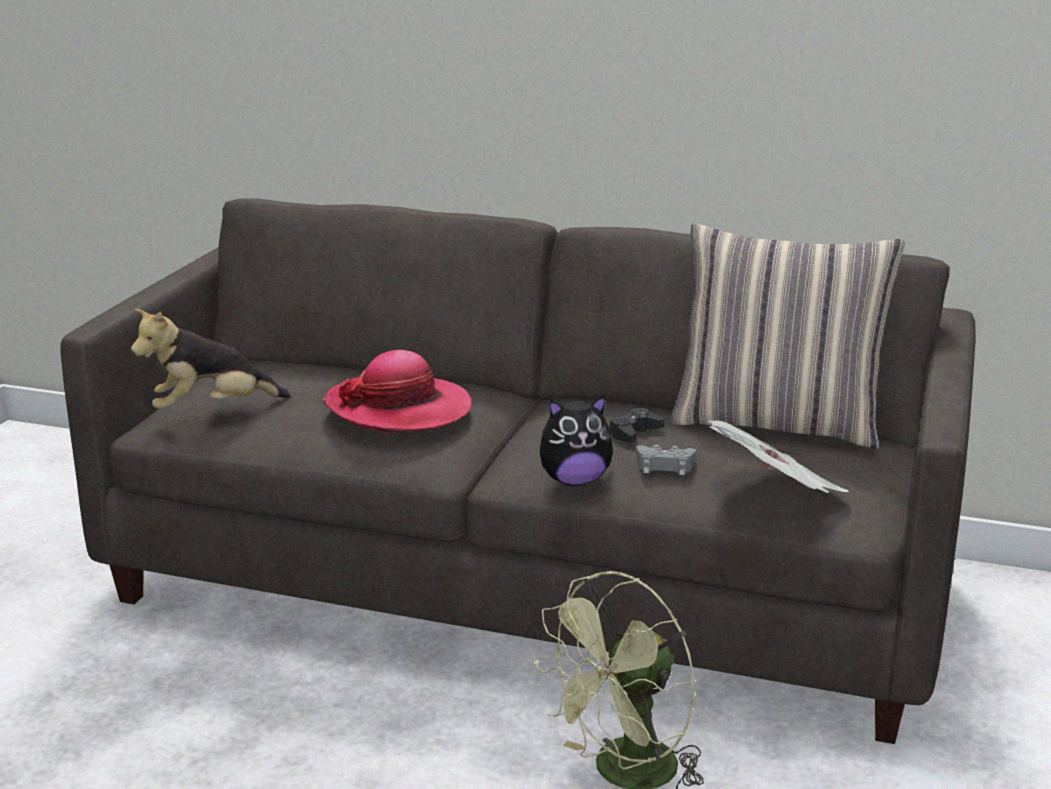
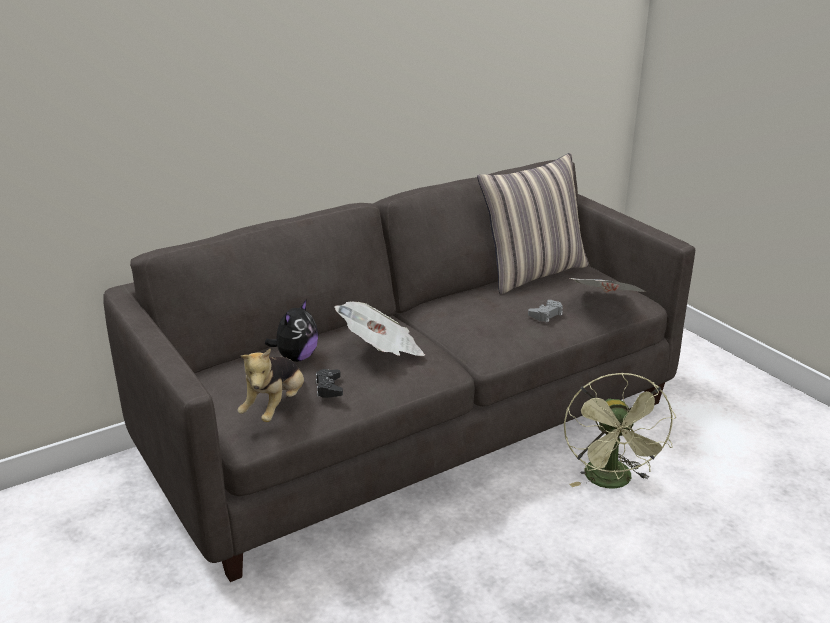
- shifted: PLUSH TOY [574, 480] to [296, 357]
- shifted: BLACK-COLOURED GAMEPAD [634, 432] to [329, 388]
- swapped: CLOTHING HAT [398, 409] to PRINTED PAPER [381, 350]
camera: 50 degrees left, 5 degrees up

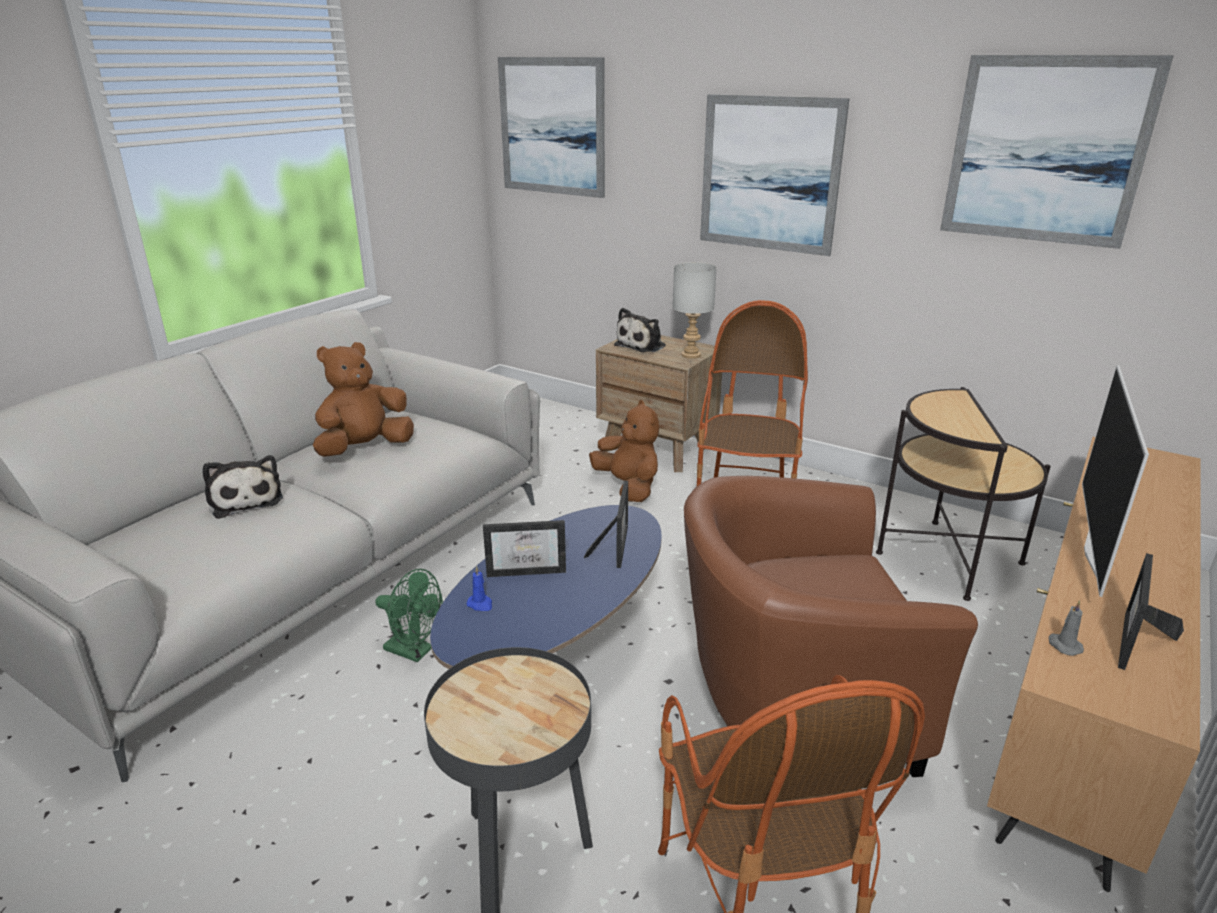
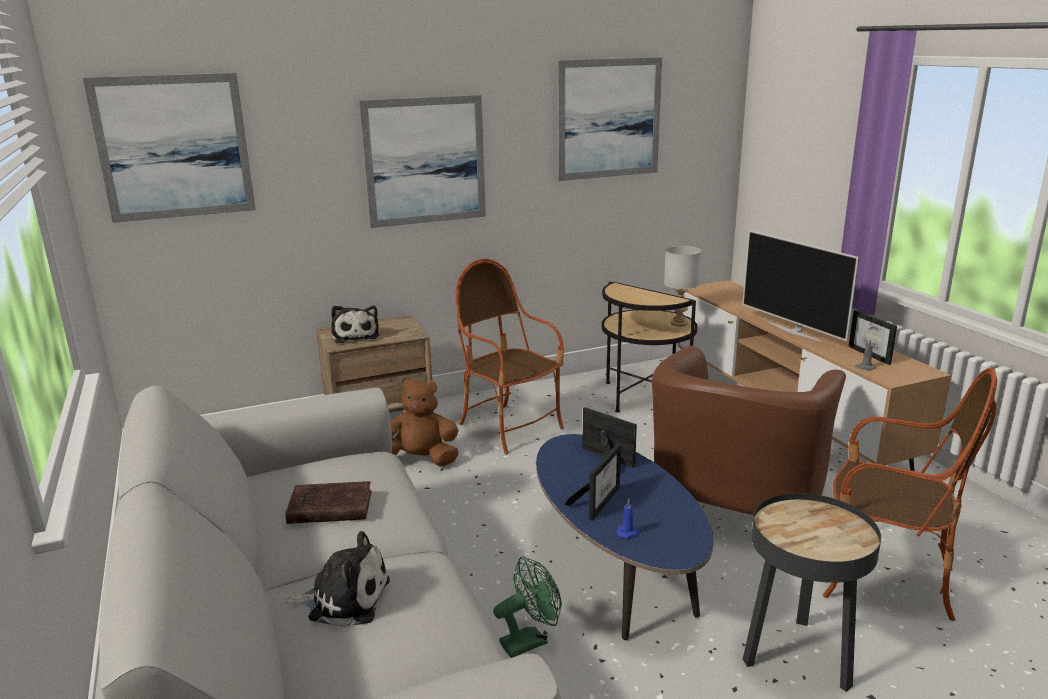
- swapped: BROWN-COLOURED PLUSH TOY [365, 448] to BROWN-COLOURED BOOK [328, 508]
- shifted: GRAY LAMP FOR A TABLE [691, 355] to [680, 323]
camera: 55 degrees left, 5 degrees down

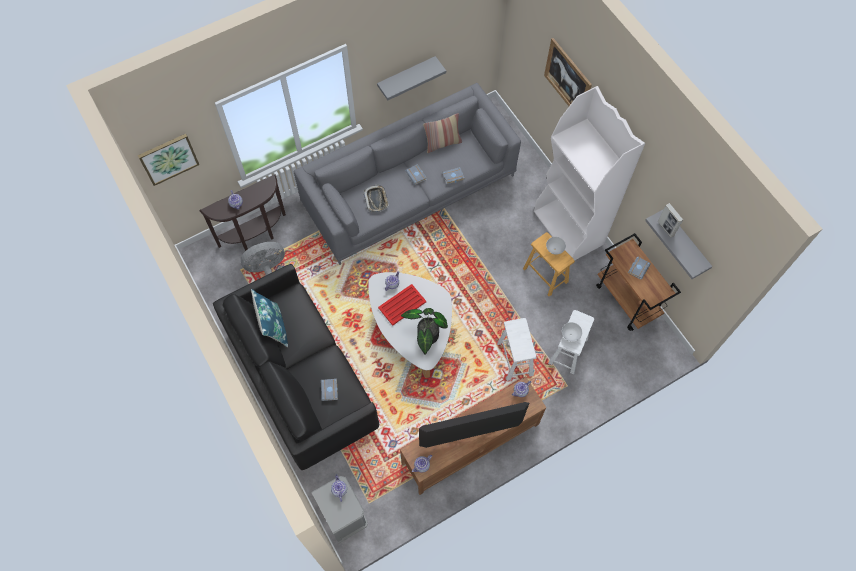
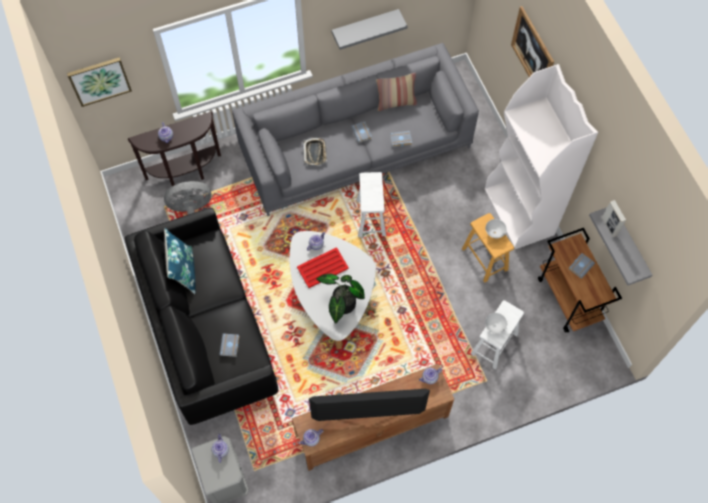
- shifted: WHITE STOOL SEAT [515, 359] to [371, 217]
camera: 10 degrees right, 0 degrees up

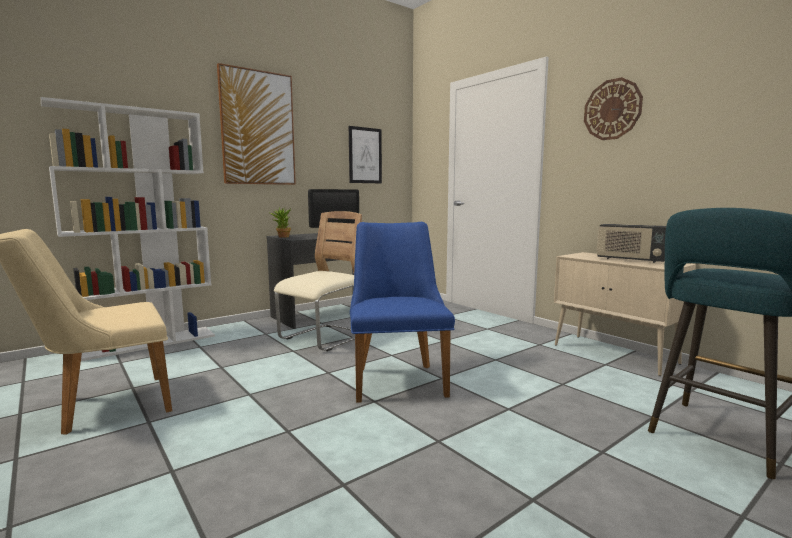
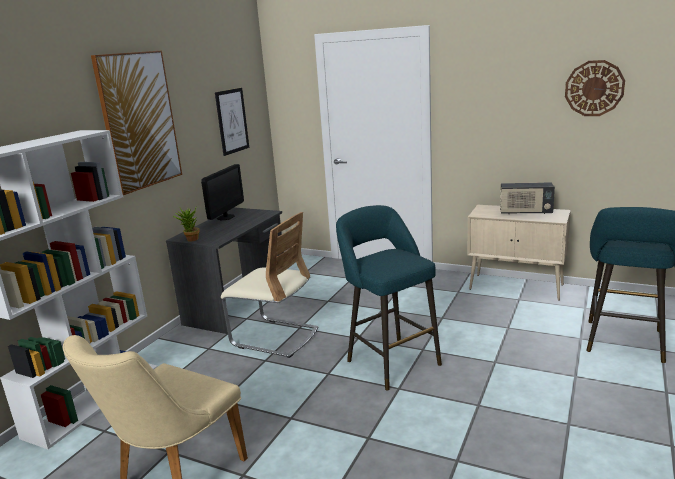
- rotated: BEIGE-COLOURED CHAIR [323, 338] = [274, 337] 105 degrees clockwise
- swapped: BLUE CHAIR [397, 378] to TURQUOISE STOOL SEAT [390, 360]
- shifted: WALL CLOCK [612, 109] to [594, 88]
camera: 25 degrees left, 10 degrees up

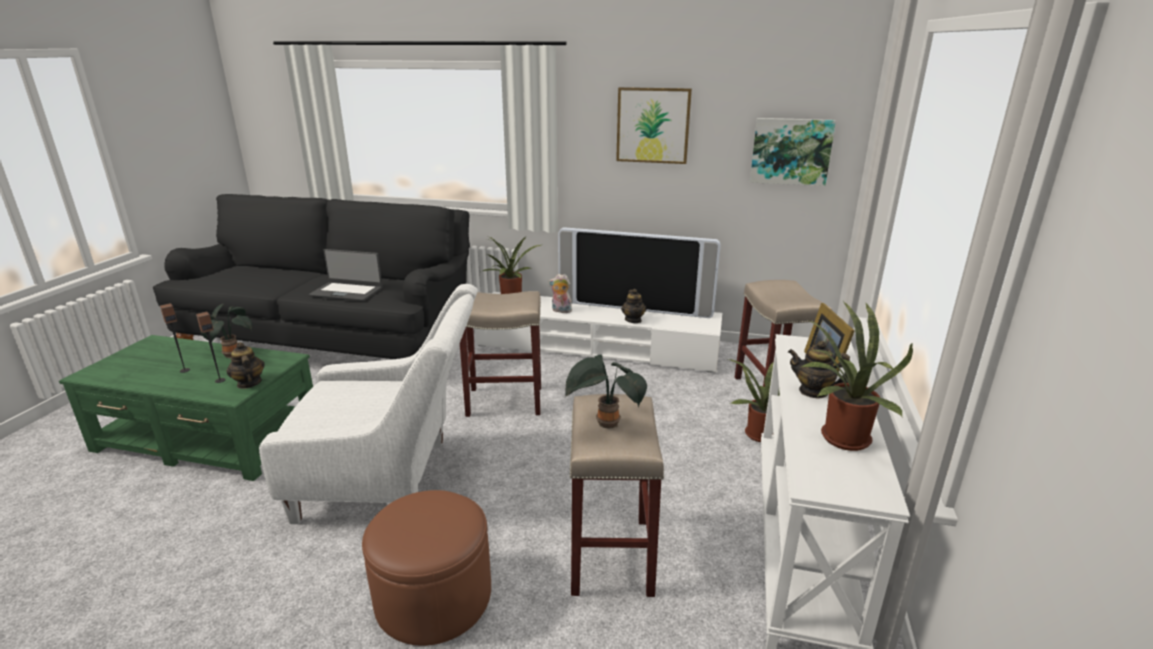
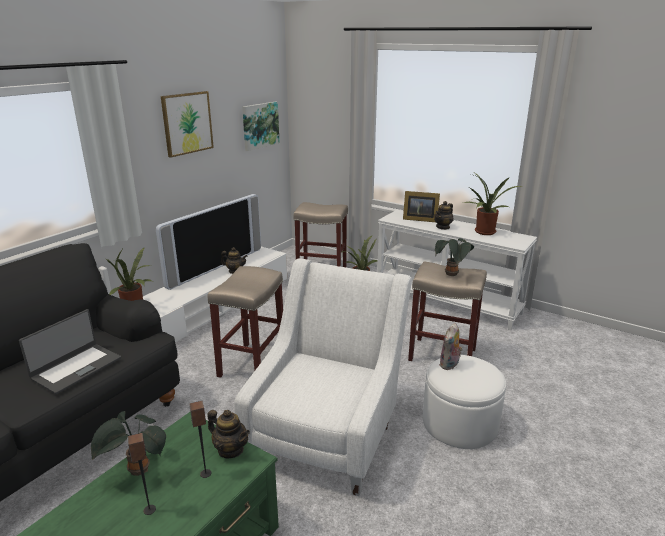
- rotated: TEAPOT [249, 383] = [230, 450] 135 degrees counterclockwise
- repainted: BROWN-COLOURED OTTOMAN [433, 597] to WHITE OTTOMAN [460, 423]
- shifted: PLUSH TOY [560, 311] to [450, 365]
camera: 70 degrees left, 0 degrees up

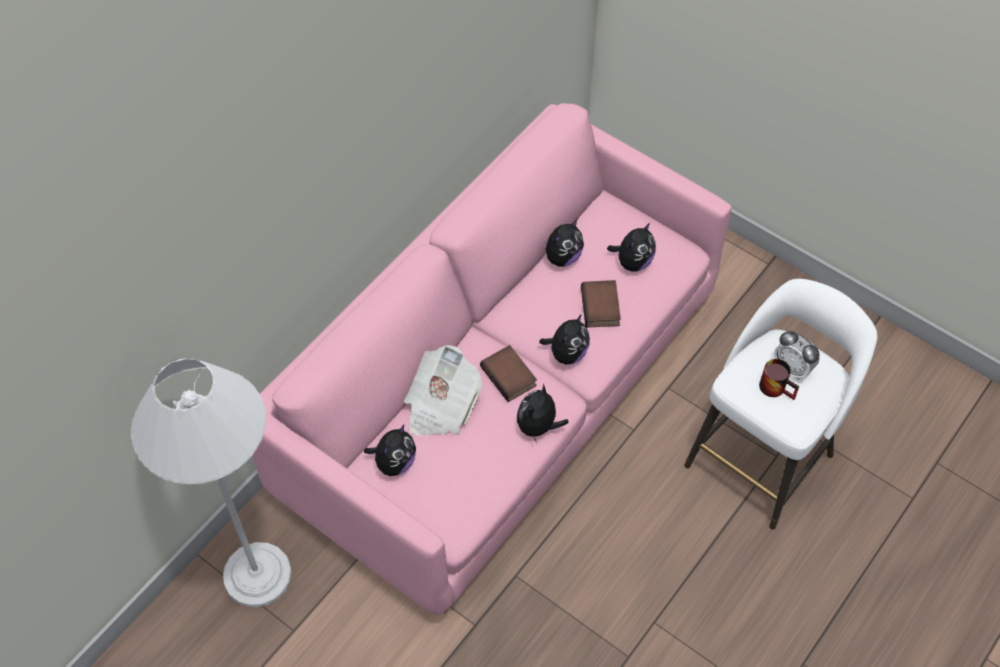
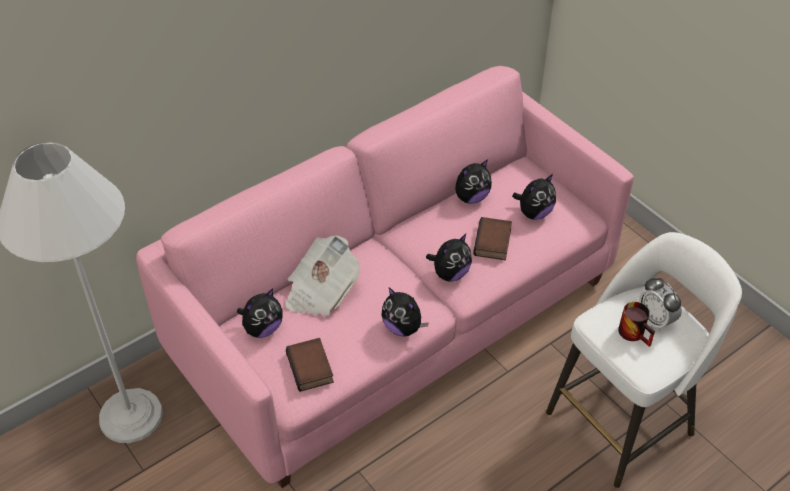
- shifted: BOOK [510, 376] to [311, 368]
- rotated: PLUSH TOY [538, 427] = [403, 327] 90 degrees counterclockwise
camera: 15 degrees right, 10 degrees down

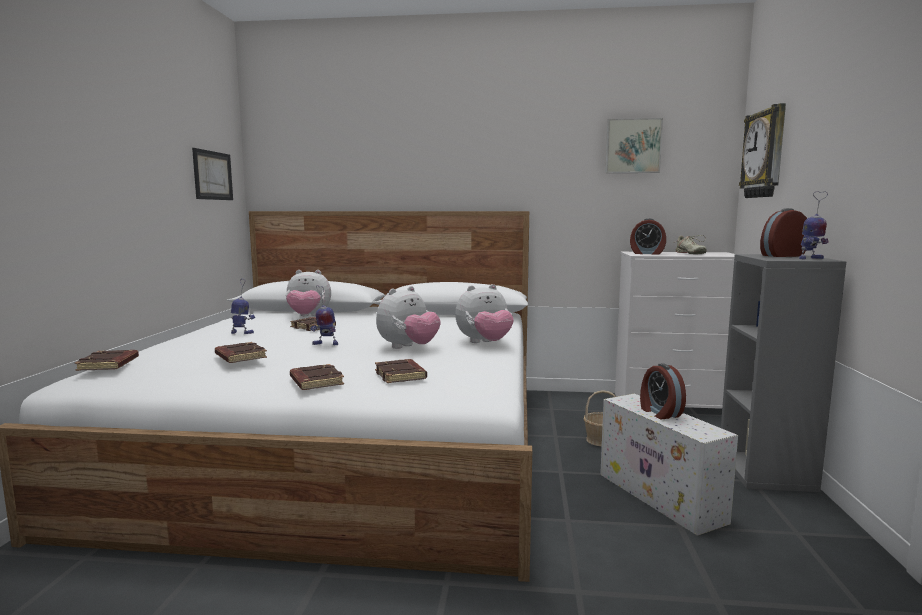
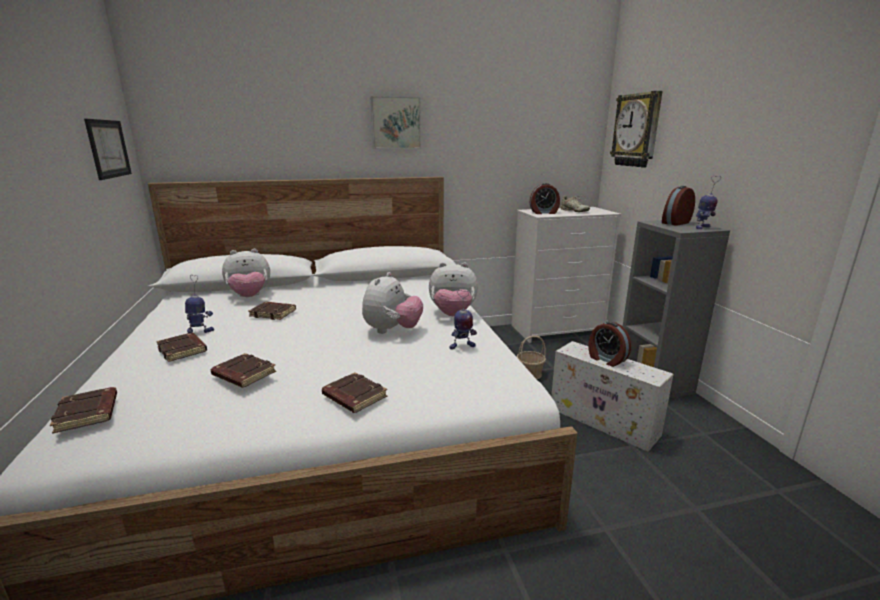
- shifted: BROWN-COLOURED BOOK [401, 375] to [183, 350]
- shifted: PICTURE [632, 146] to [395, 123]
- rotated: PLUSH TOY [484, 343] = [452, 315] 45 degrees clockwise
- shifted: ROBOT FIGURE [325, 344] to [461, 346]
camera: 20 degrees left, 10 degrees up

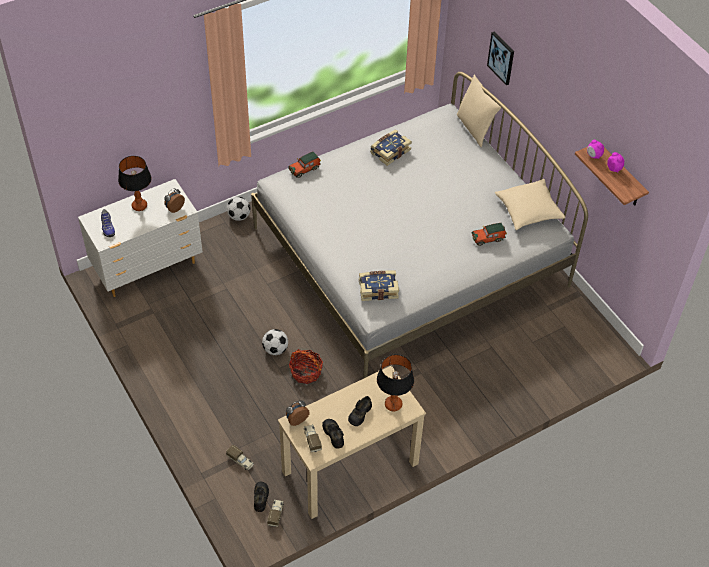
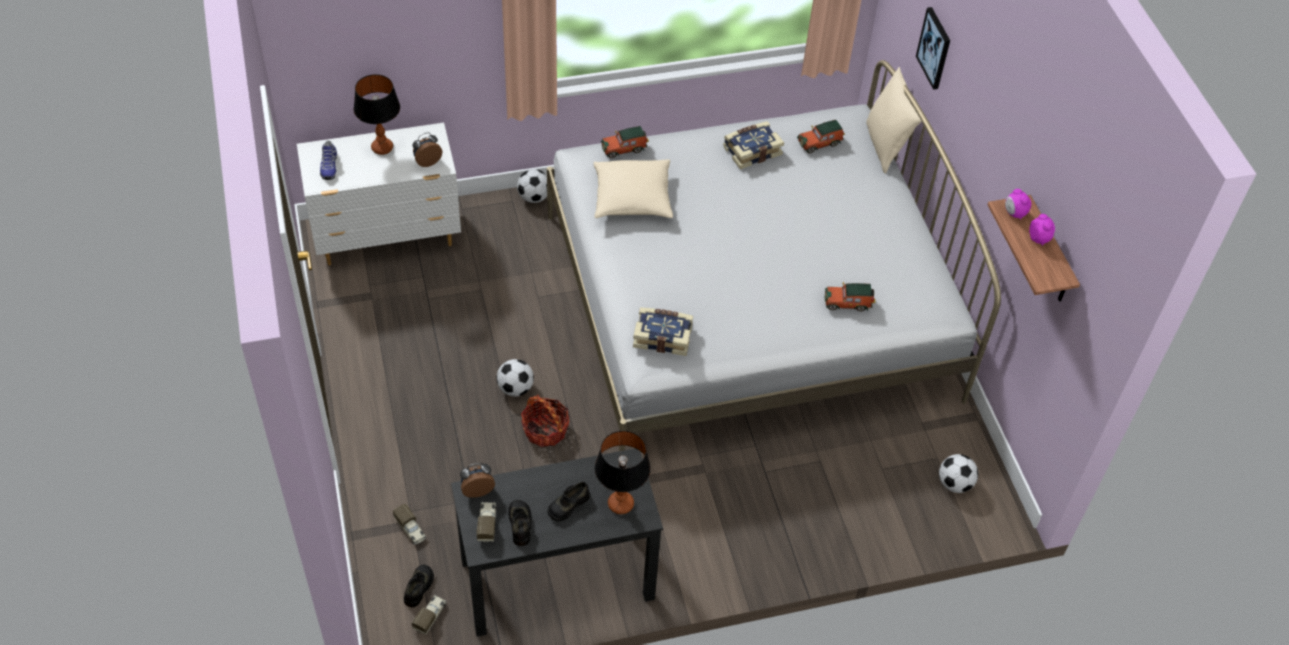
- repainted: BEIGE-COLOURED DESK TABLE [349, 468] to BLACK-COLOURED DESK TABLE [556, 579]
- shifted: BEIGE-COLOURED CUSHION [528, 211] to [632, 198]
- new: MODEL CAR [820, 142]
- new: FOOTBALL [954, 483]
camera: 15 degrees right, 0 degrees up

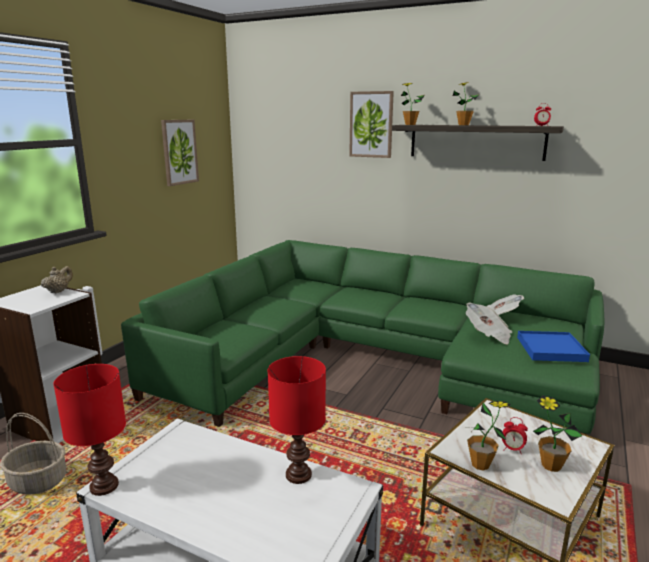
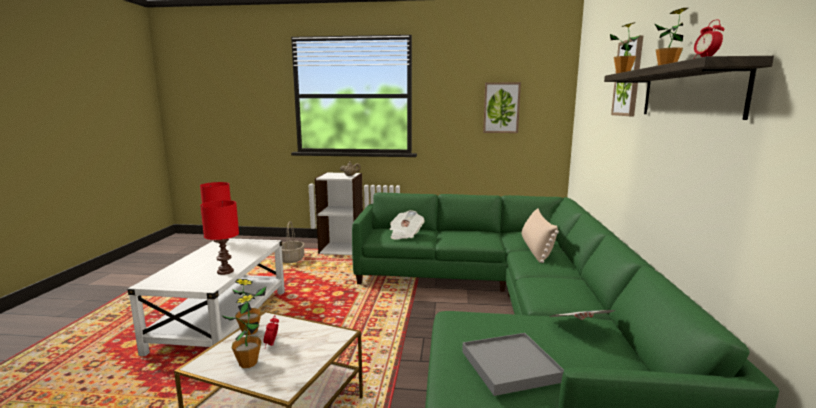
- shifted: PRINTED PAPER [488, 335] to [405, 235]
- repainted: BLUE TRAY [551, 349] to GRAY TRAY [510, 366]
- new: BEIGE-COLOURED CUSHION [536, 249]
camera: 70 degrees right, 5 degrees down

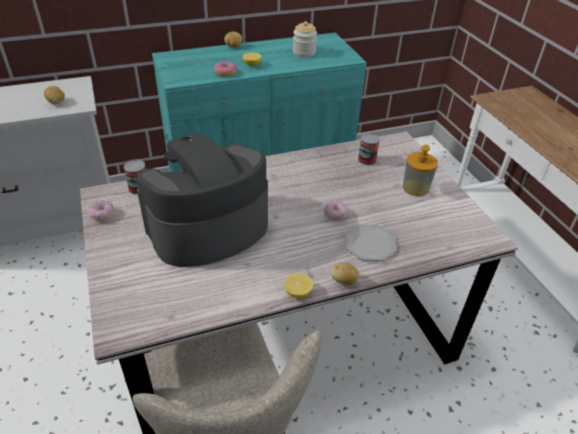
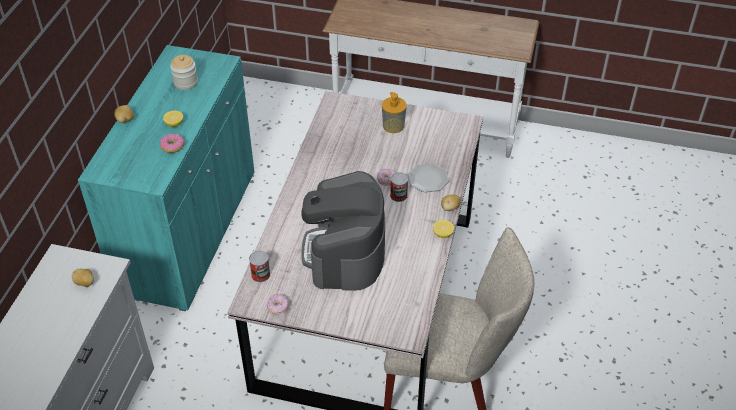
- shifted: CAN [367, 160] to [398, 195]
camera: 55 degrees left, 5 degrees up

